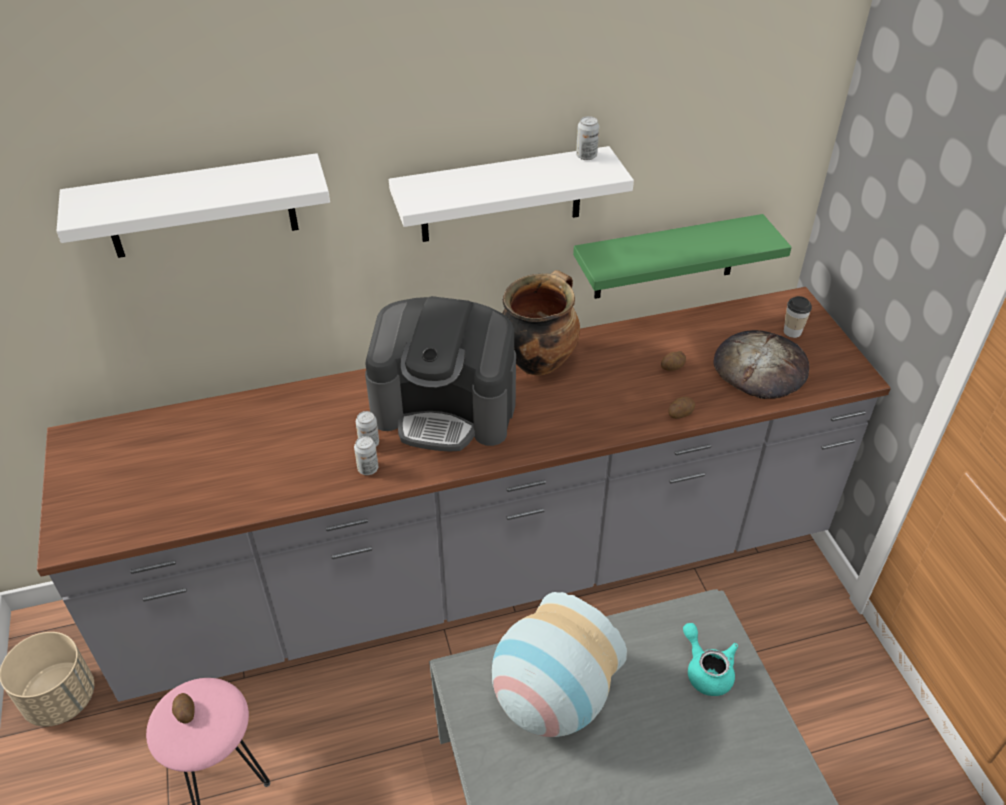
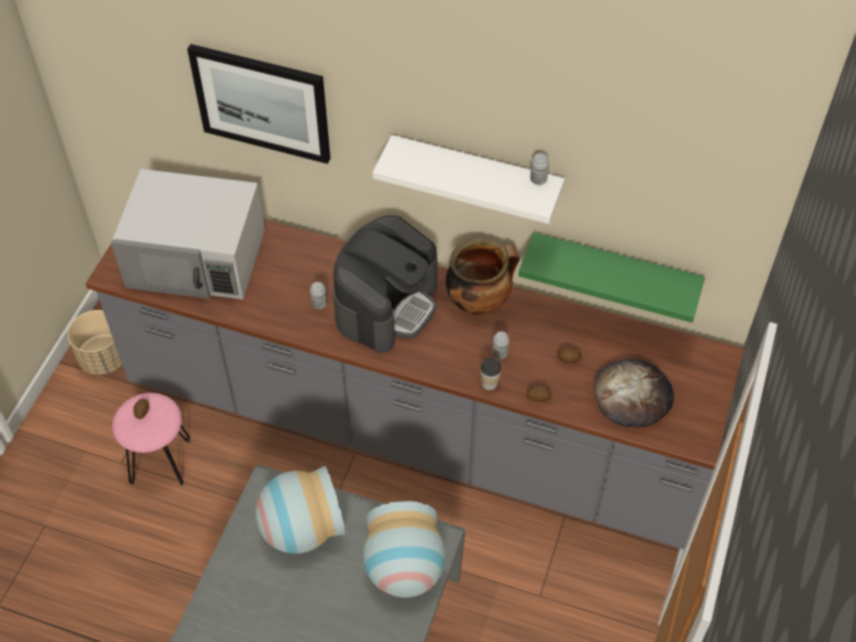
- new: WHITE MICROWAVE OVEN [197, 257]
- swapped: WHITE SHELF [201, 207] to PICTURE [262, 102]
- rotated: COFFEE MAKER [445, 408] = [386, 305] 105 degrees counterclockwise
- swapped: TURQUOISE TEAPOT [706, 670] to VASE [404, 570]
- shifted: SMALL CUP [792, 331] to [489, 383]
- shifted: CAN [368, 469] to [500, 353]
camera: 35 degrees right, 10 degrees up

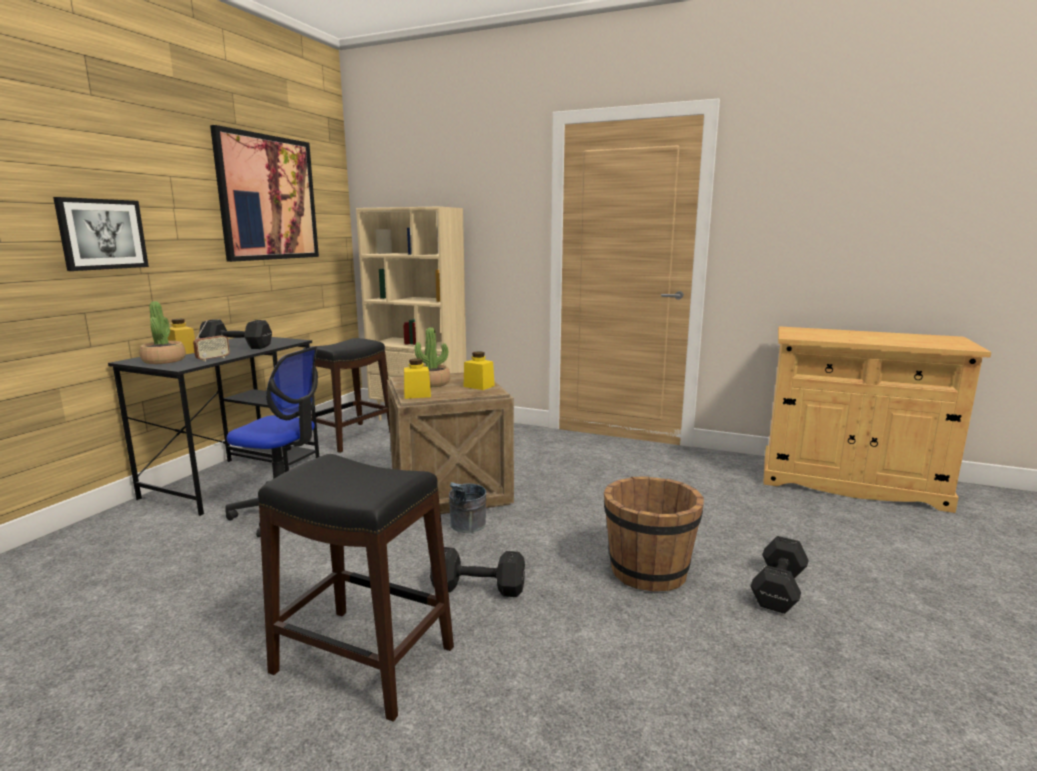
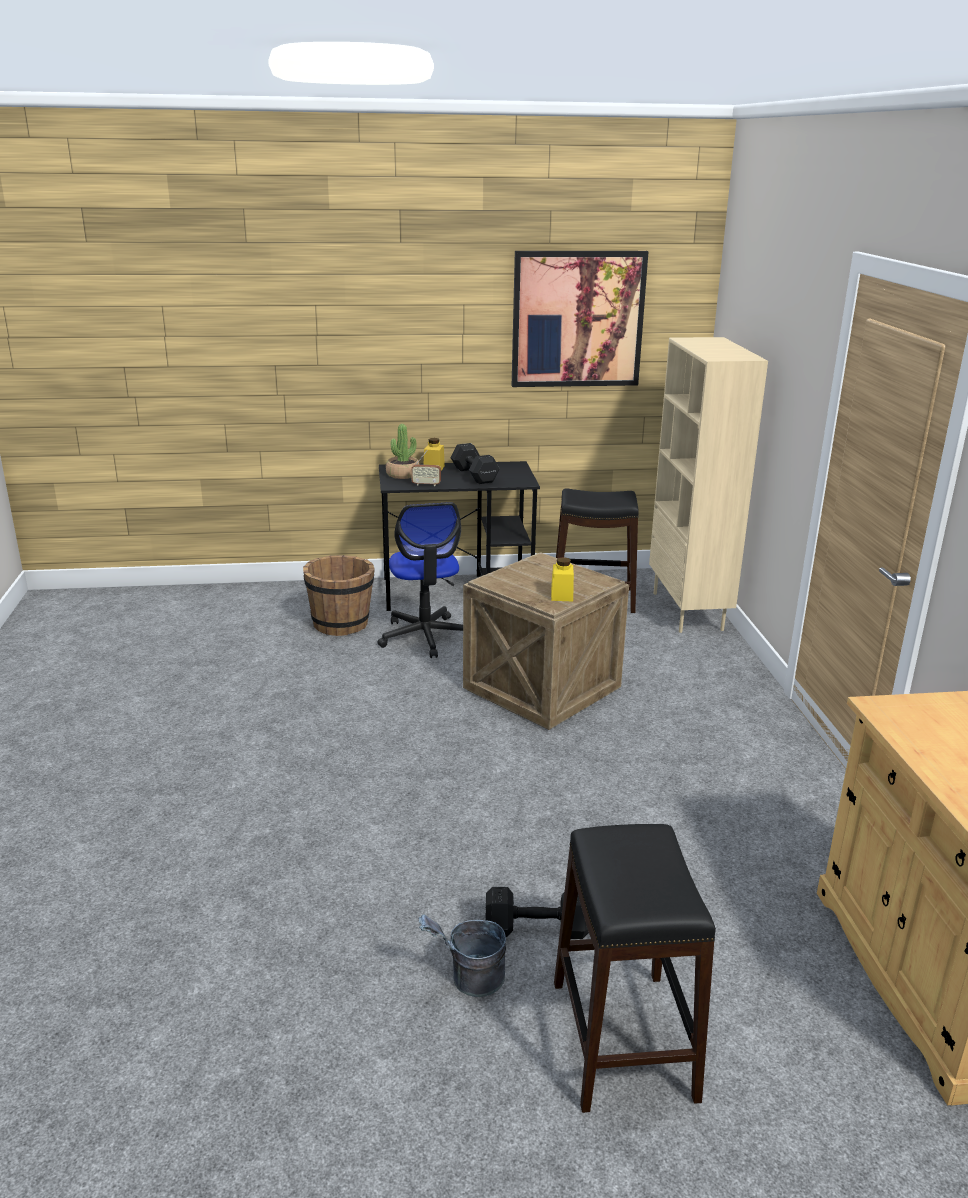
- shifted: BROWN-COLOURED WATER BUCKET [648, 571] to [341, 624]
- shifted: GRAY WATER BUCKET [466, 528] to [468, 980]
- shifted: BLACK-COLOURED STOOL SEAT [363, 659] to [624, 1038]
- gone: PICTURE [102, 234]
- gone: YELLOW STORAGE JAR [417, 395]
- gone: PLANT IN A POT [431, 383]
- gone: BLACK-COLOURED HAND WEIGHT [476, 587]
camera: 60 degrees right, 10 degrees up

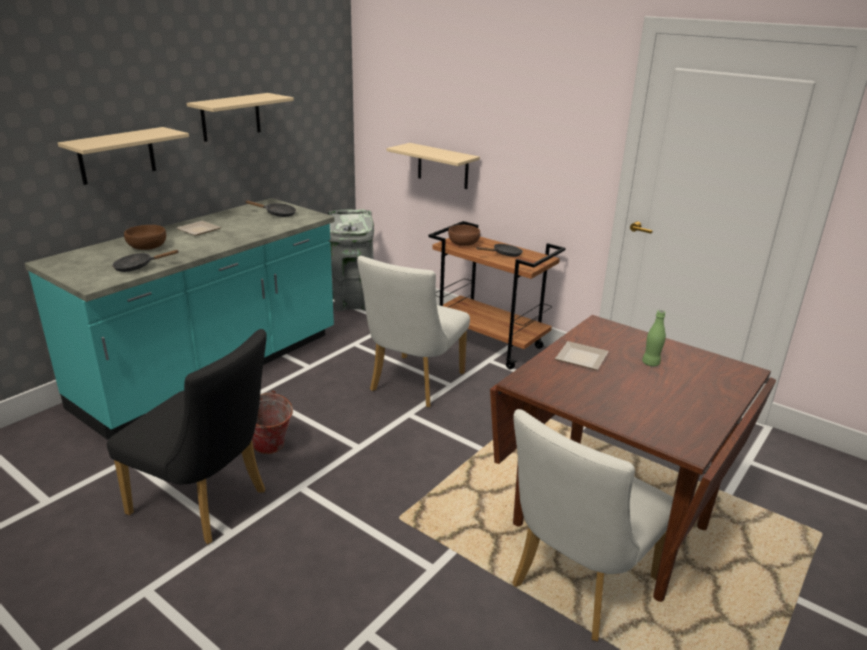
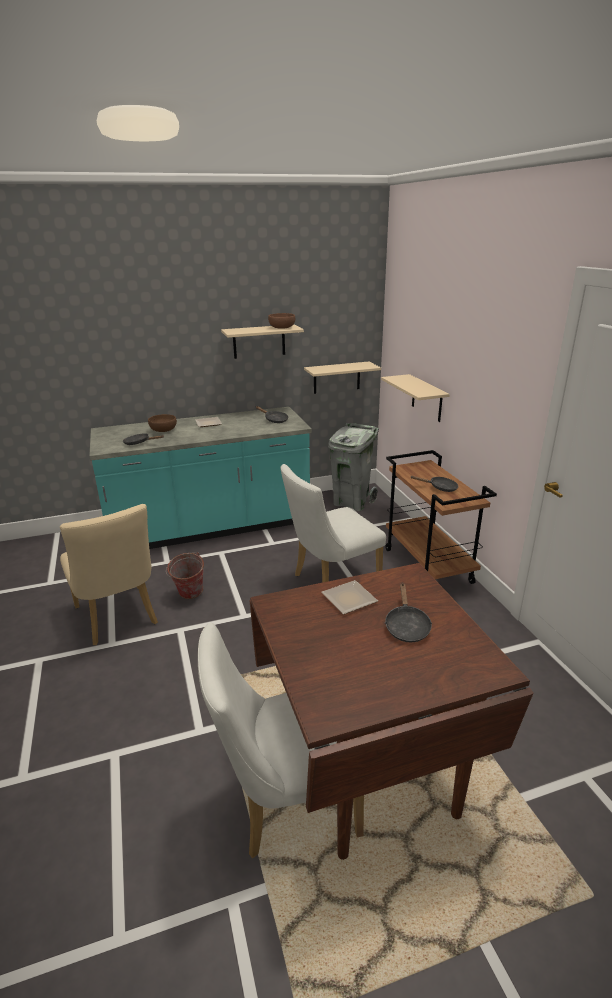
- repainted: BLACK-COLOURED CHAIR [206, 505] to BEIGE-COLOURED CHAIR [118, 619]
- shifted: BROWN-COLOURED BOWL [463, 243] to [281, 327]
- shifted: BEIGE-COLOURED SHELF [117, 156] to [336, 377]
- swapped: GREENISH BEVERAGE BOTTLE [650, 363] to BLACK-COLOURED SKILLET [406, 626]
camera: 35 degrees right, 0 degrees up

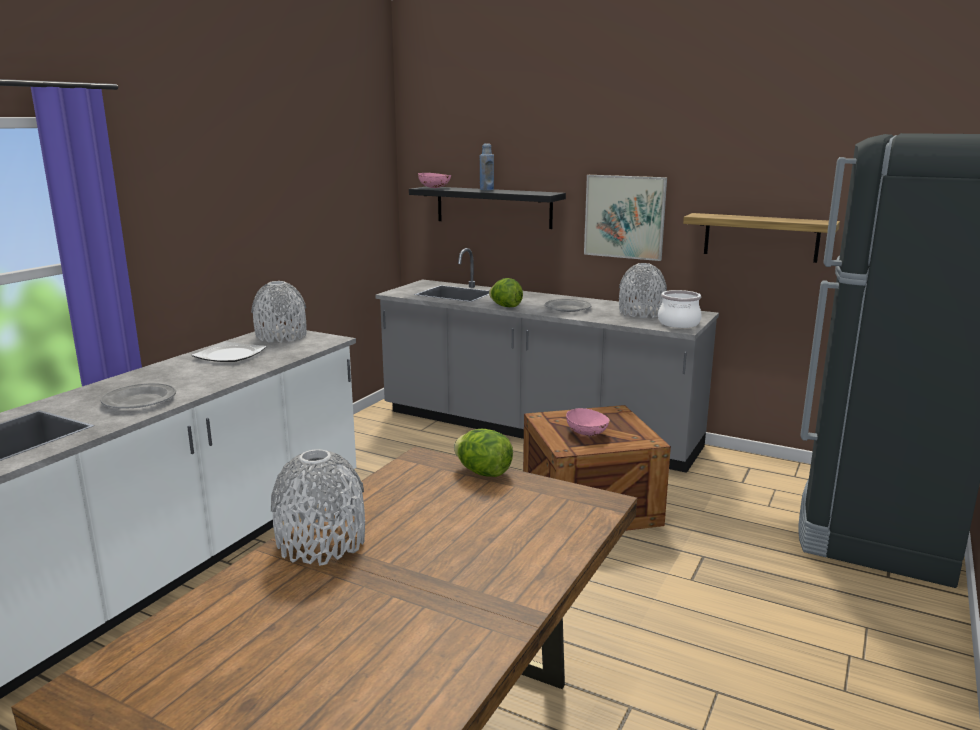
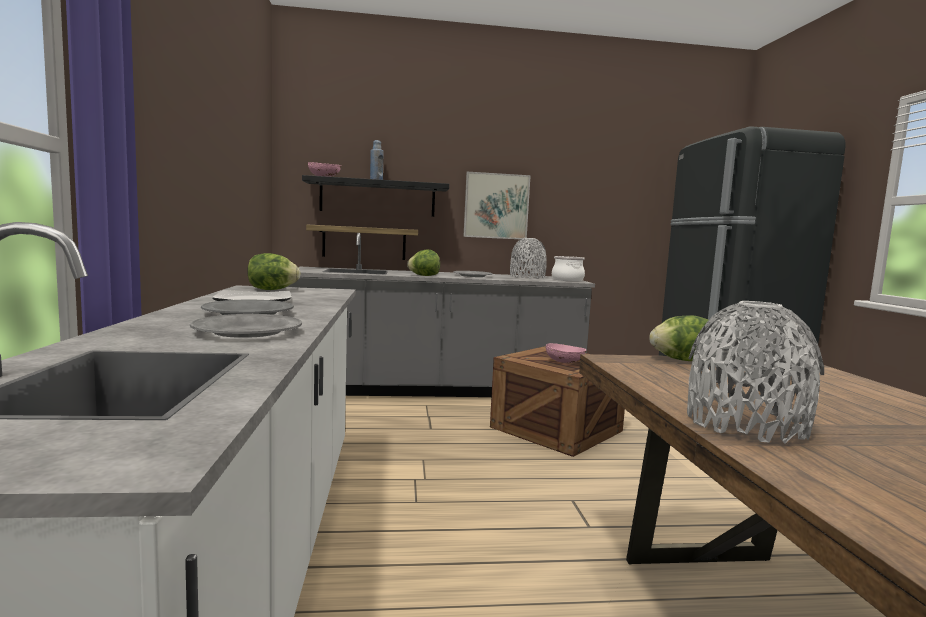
- new: GRAY PLATE [248, 313]
- swapped: GRAY VASE [281, 336] to LETTUCE HEAD [272, 290]
- shifted: SHELF [760, 237] to [364, 242]
camera: 35 degrees left, 10 degrees down

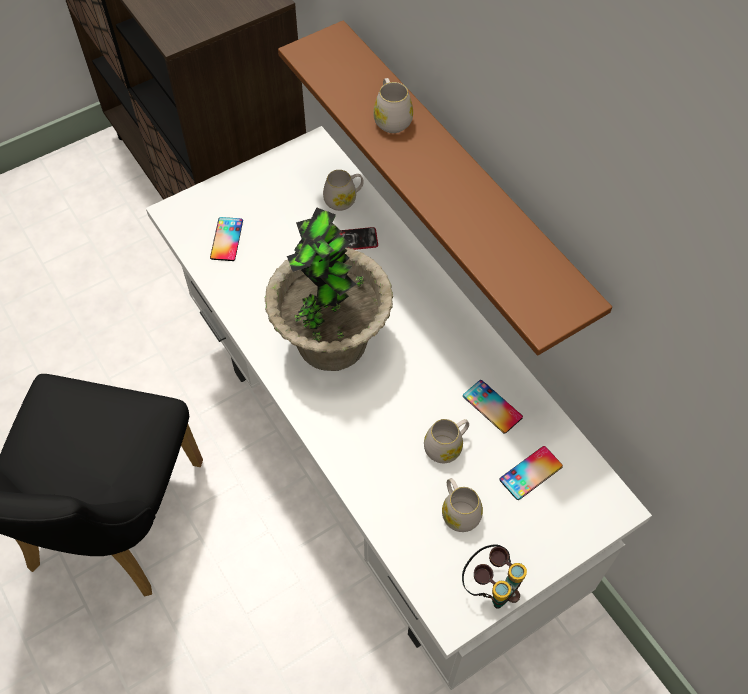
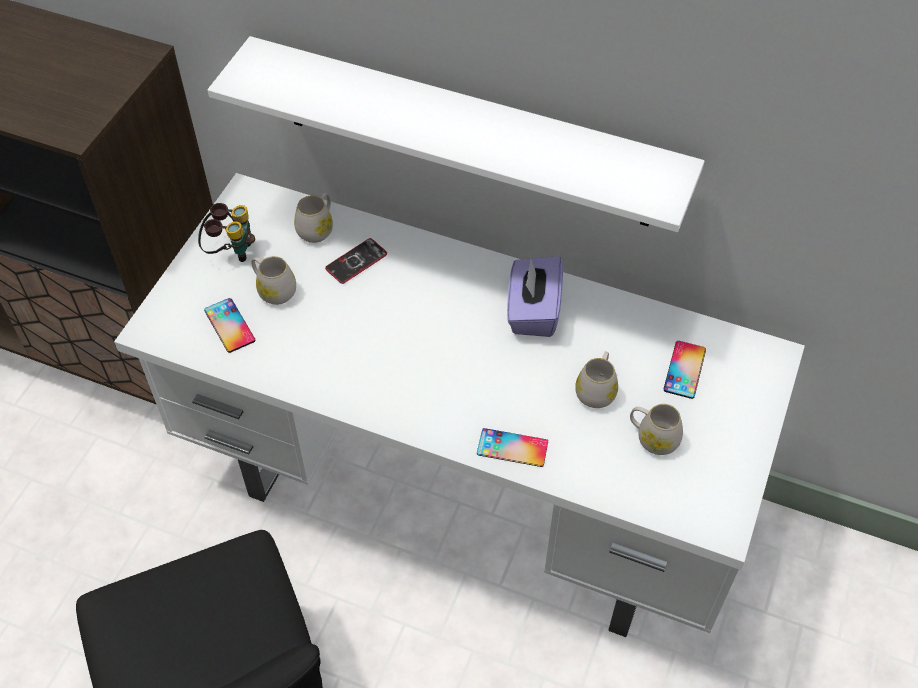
- shifted: BINOCULARS [491, 586] to [230, 250]
- repainted: BROWN-COLOURED SHELF [460, 181] to WHITE SHELF [466, 134]
- shifted: WHITE MUG [391, 118] to [274, 290]
- shifted: TELEPHONE [492, 406] to [512, 448]
- new: PURPLE-COLOURED TISSUE HOLDER [533, 311]
- gone: PLANT IN A POT [331, 341]
camera: 35 degrees left, 5 degrees down

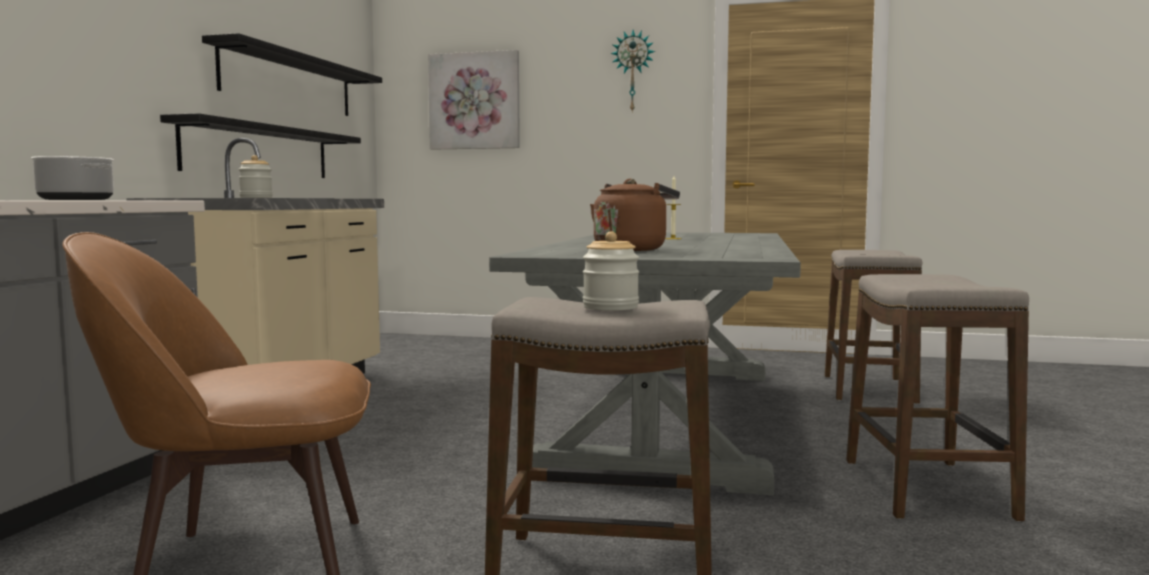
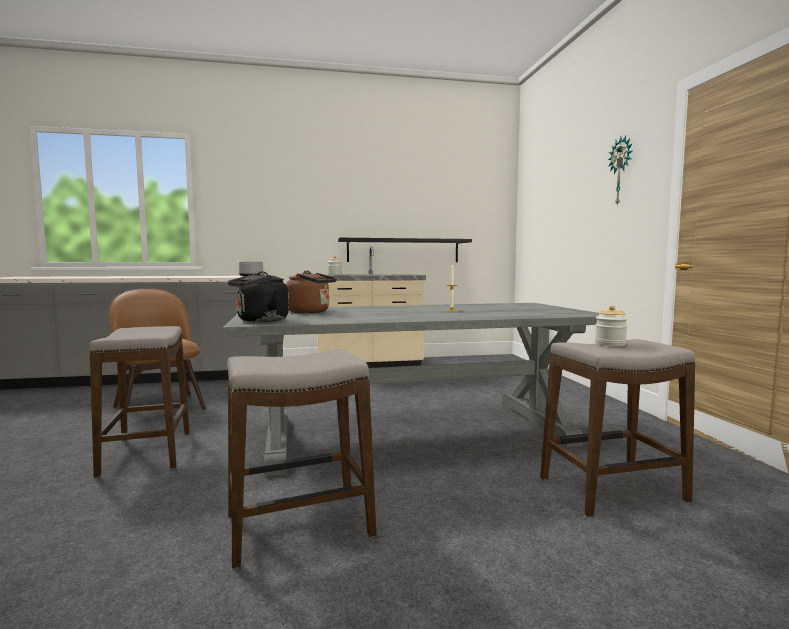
- new: BLACK-COLOURED WATER KETTLE [260, 321]
- shifted: STORAGE JAR [610, 307] to [610, 344]
- gone: BLACK-COLOURED SHELF [289, 82]
- gone: PICTURE [475, 101]
camera: 65 degrees right, 0 degrees up

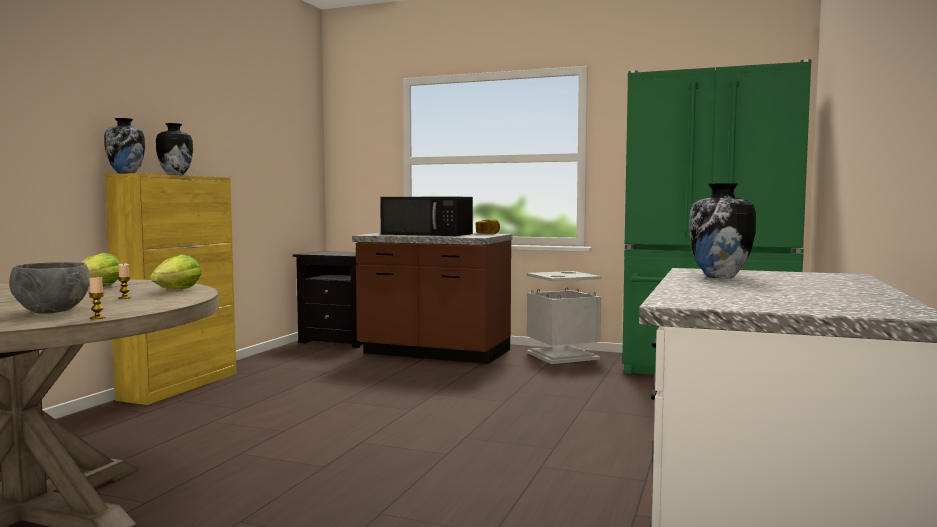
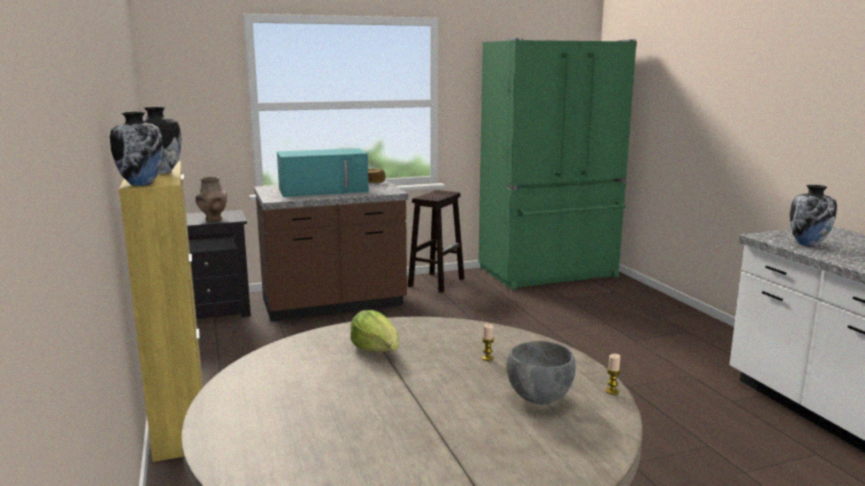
- new: BROWN-COLOURED VASE [213, 219]
- repainted: BLACK-COLOURED MICROWAVE OVEN [428, 234] to TURQUOISE MICROWAVE OVEN [324, 190]
- swapped: GRAY WASTE BIN [562, 355] to BROWN-COLOURED STOOL SEAT [436, 282]
- gone: LETTUCE HEAD [177, 290]
camera: 40 degrees left, 10 degrees up

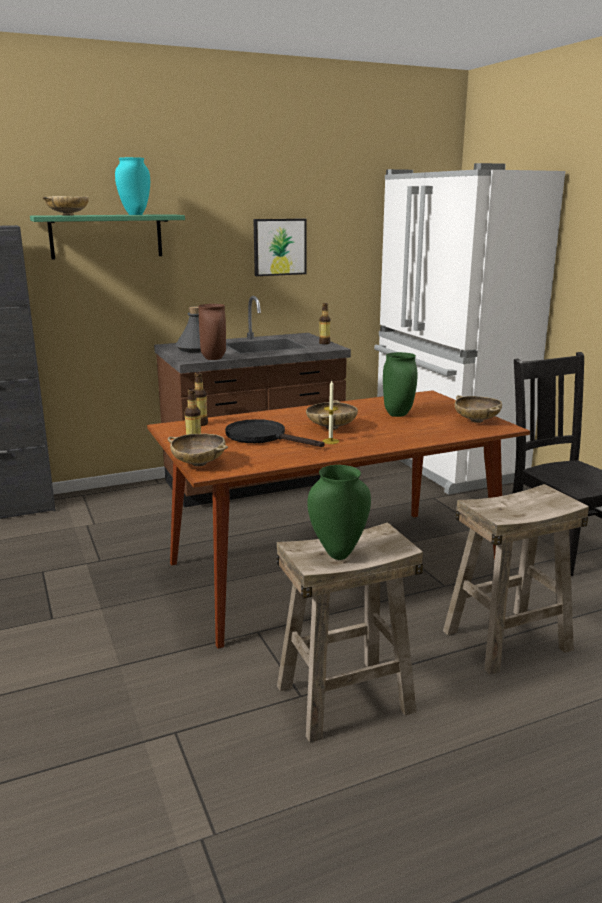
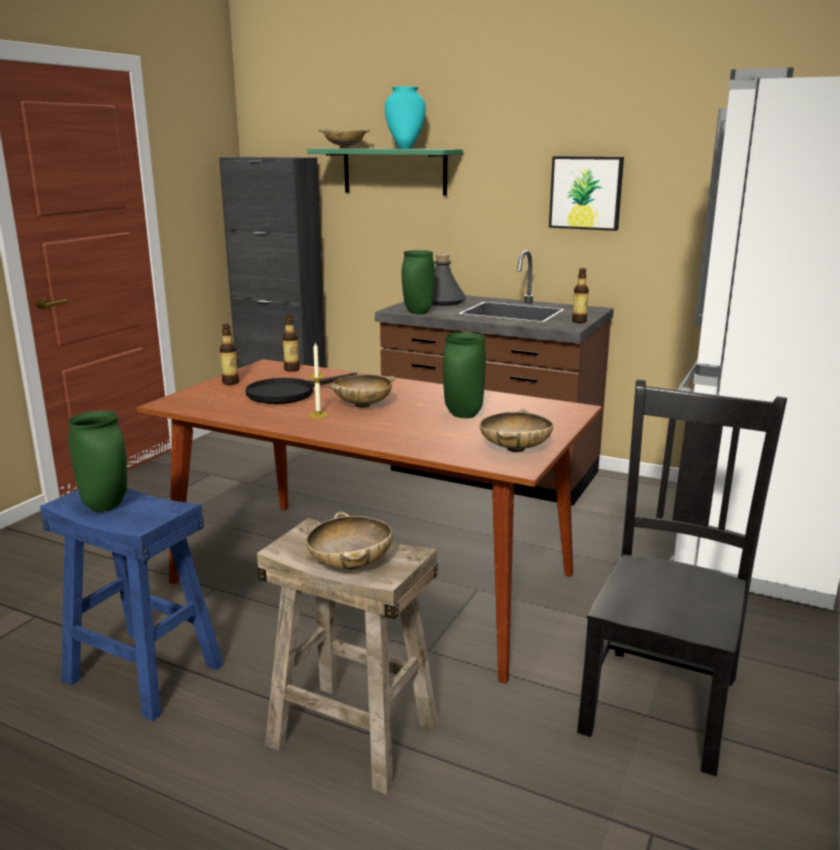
- repainted: BEIGE-COLOURED STOOL SEAT [344, 699] to BLUE STOOL SEAT [142, 673]
- rotated: BLACK-COLOURED SKILLET [263, 437] = [289, 393] 120 degrees counterclockwise
- shifted: BEIGE-COLOURED BOWL [199, 464] to [350, 564]
- repainted: BROWN-COLOURED VASE [212, 358] to GREENISH VASE [417, 312]
camera: 50 degrees right, 0 degrees up

